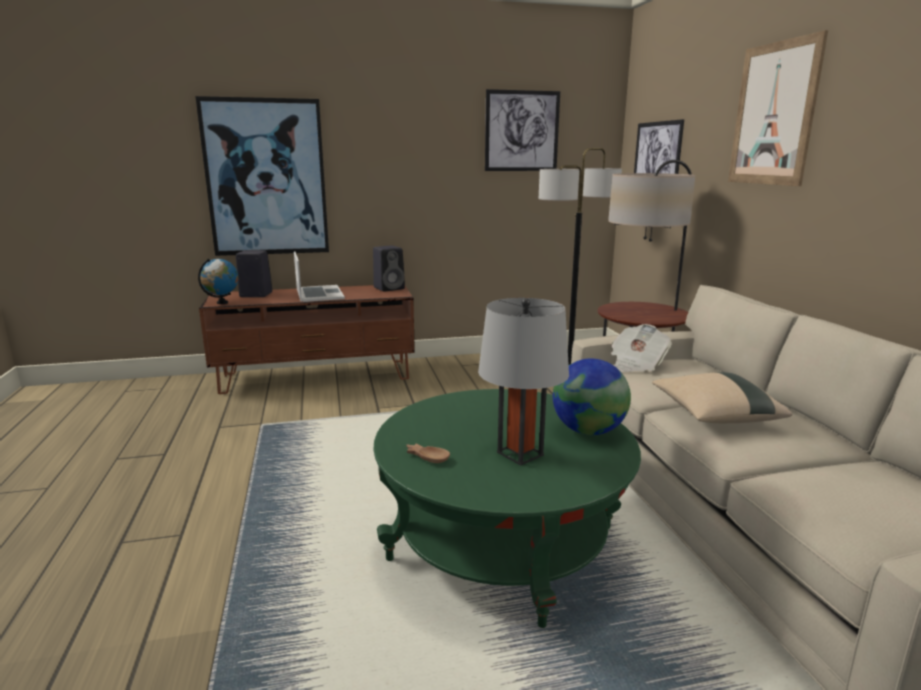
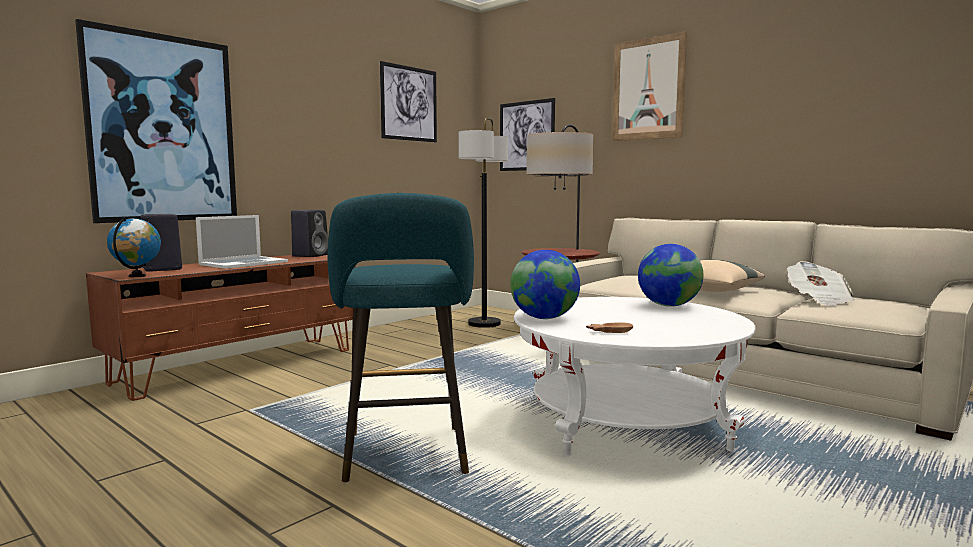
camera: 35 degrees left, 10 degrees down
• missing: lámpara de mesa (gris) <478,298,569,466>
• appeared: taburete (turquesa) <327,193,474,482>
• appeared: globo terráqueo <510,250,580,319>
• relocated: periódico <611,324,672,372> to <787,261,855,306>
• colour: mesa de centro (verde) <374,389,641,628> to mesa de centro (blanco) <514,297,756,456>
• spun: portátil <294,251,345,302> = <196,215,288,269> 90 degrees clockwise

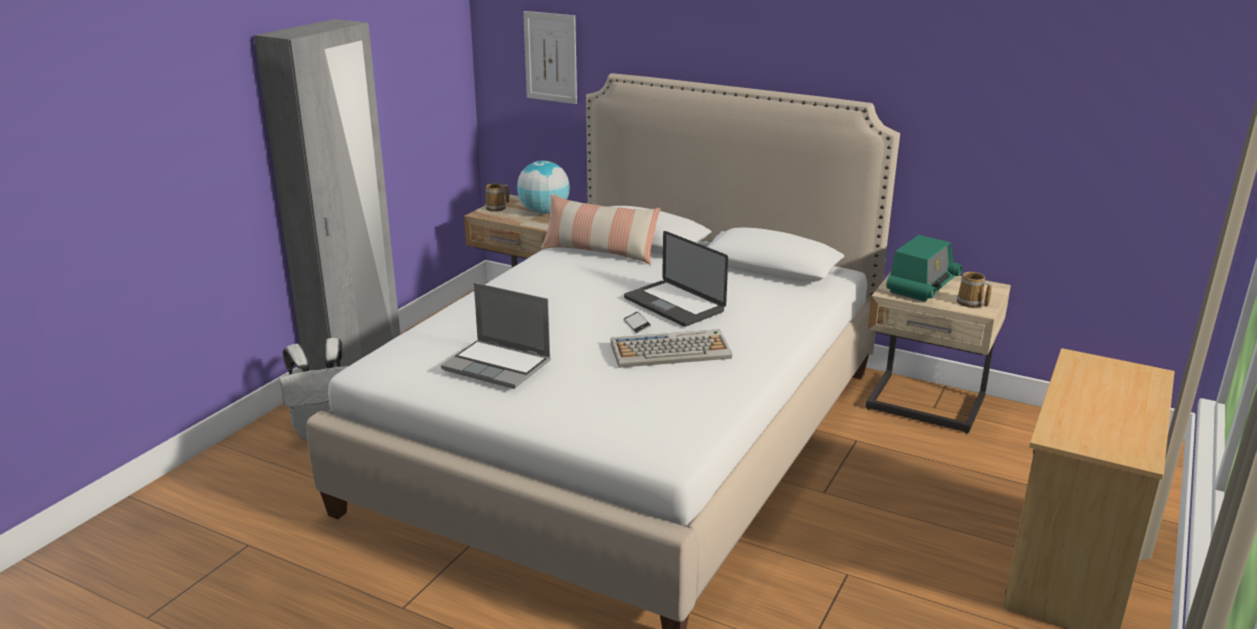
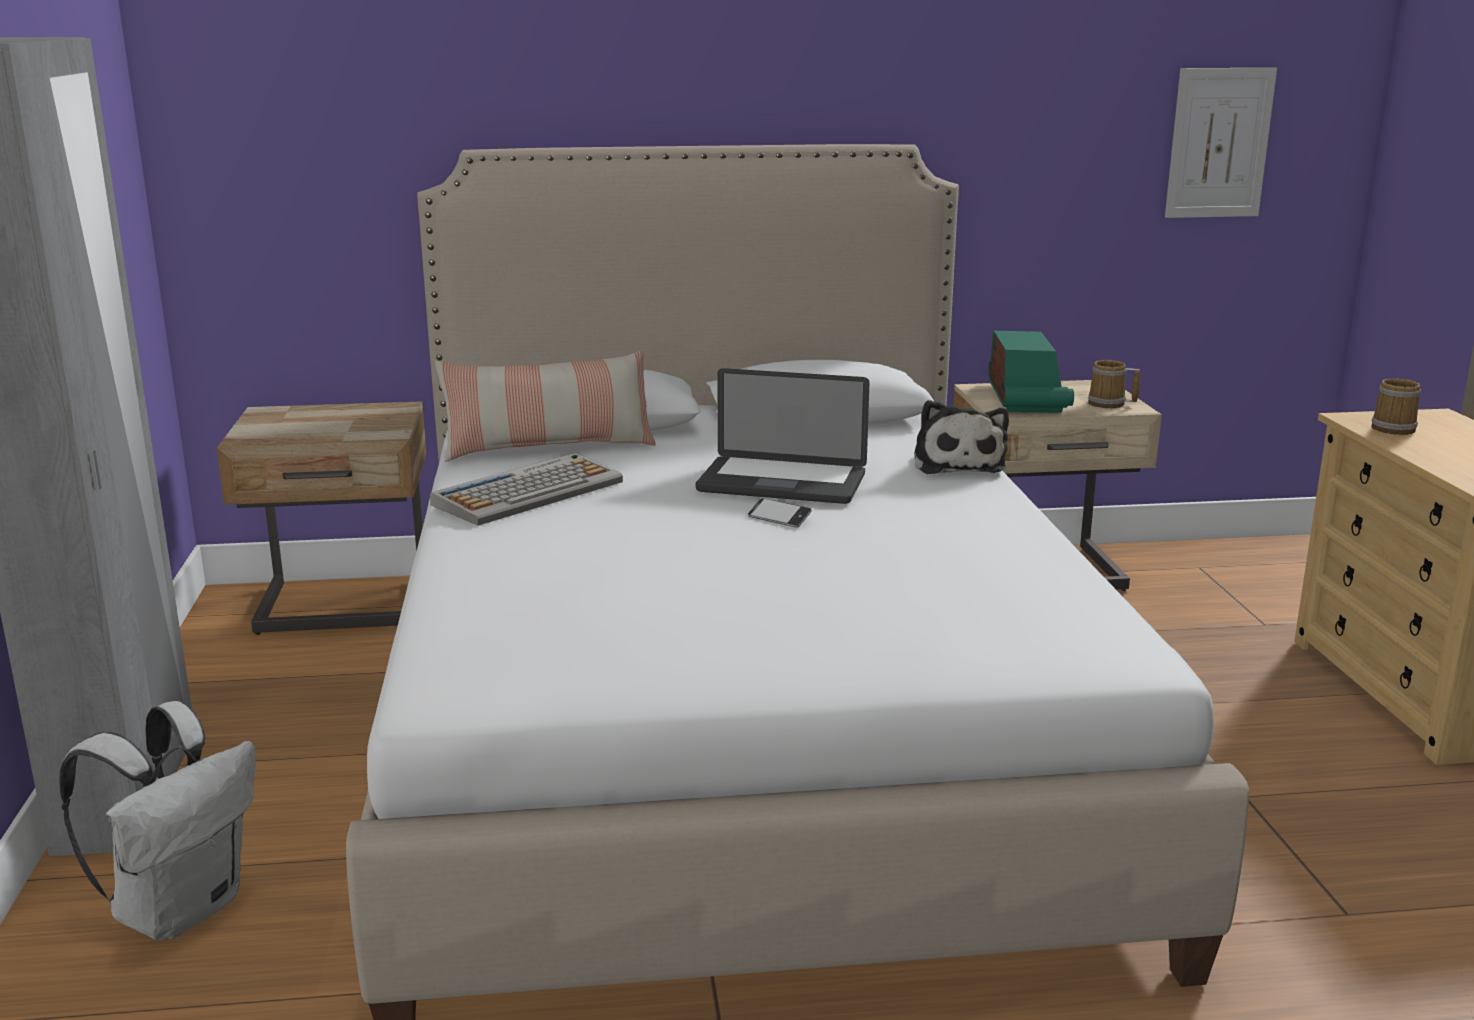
camera: 35 degrees left, 5 degrees down
• missing: portátil <441,283,551,389>
• missing: globo terráqueo <517,160,570,214>
• appeared: peluche <914,400,1009,474>
• relocated: taza grande <485,183,509,212> to <1372,378,1421,435>
• relocated: cuadro <523,11,577,104> to <1165,68,1277,218>
• relocated: teclado <611,329,732,368> to <430,453,623,526>

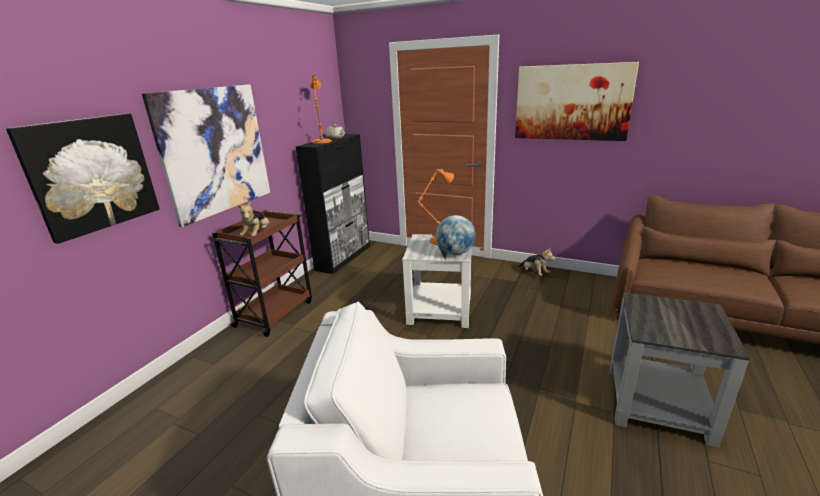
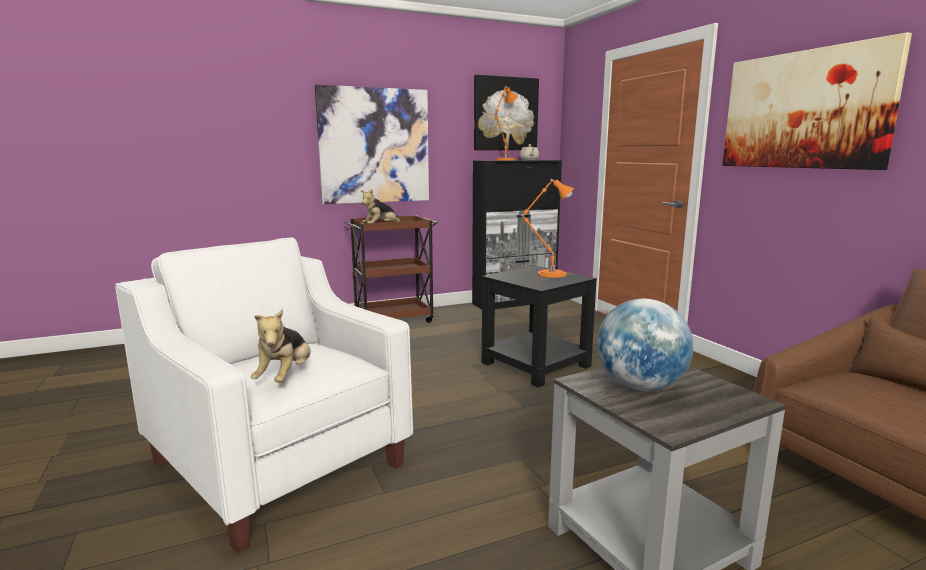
camera: 40 degrees right, 10 degrees down
• relocated: cuadro <6,113,160,244> to <474,75,539,150>
• relocated: globo terráqueo <436,215,476,255> to <597,299,693,391>
• relocated: peluche <517,248,555,275> to <251,309,311,383>
• colour: mesa auxiliar (blanco) <402,234,471,328> to mesa auxiliar (negro) <482,266,597,388>

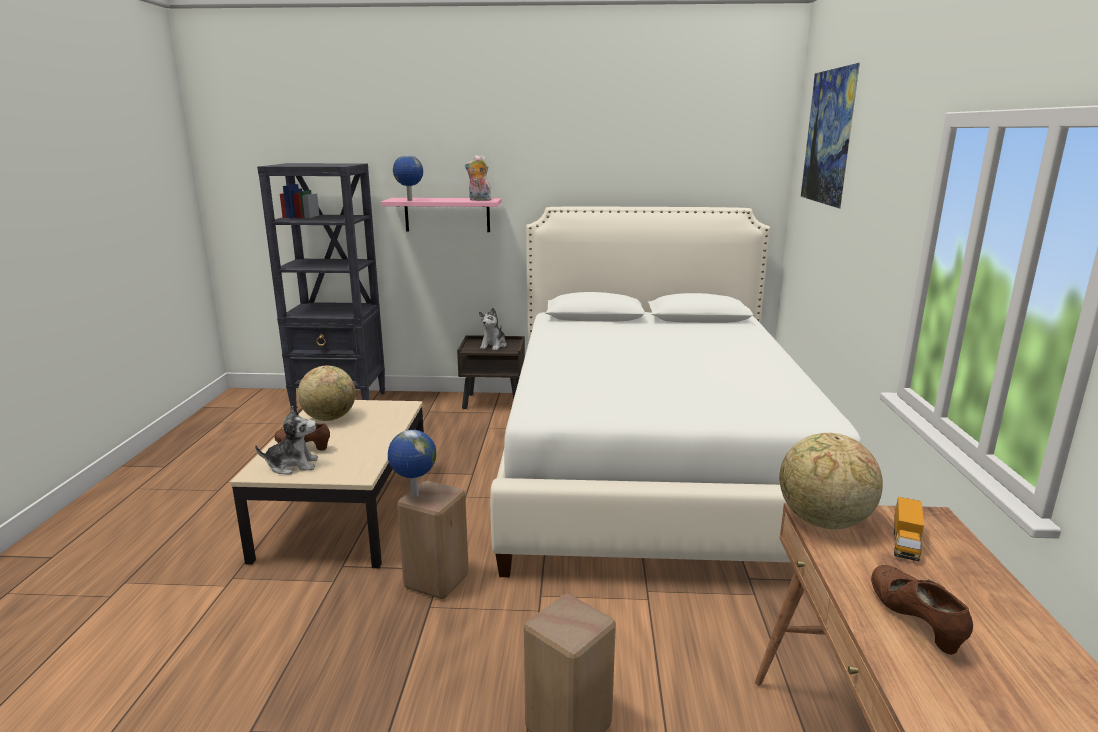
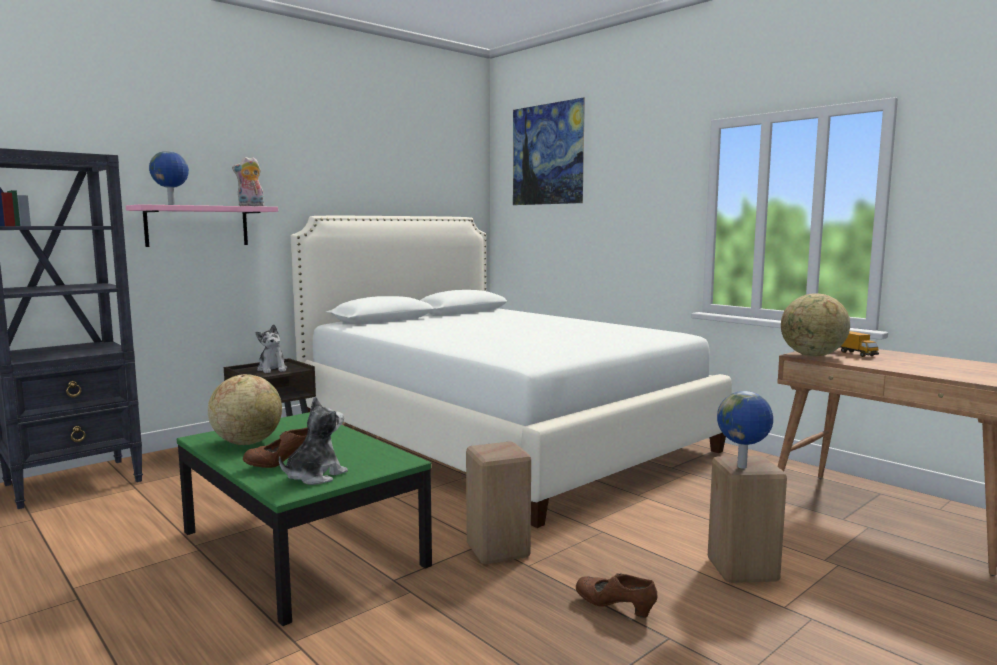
camera: 45 degrees left, 10 degrees down
• relocated: globo terráqueo <388,430,436,497> to <717,391,773,469>
• relocated: zapato (marrón) <871,565,973,655> to <576,573,657,618>
• colour: mesa de centro (beis) <230,400,424,568> to mesa de centro (verde) <177,412,432,626>

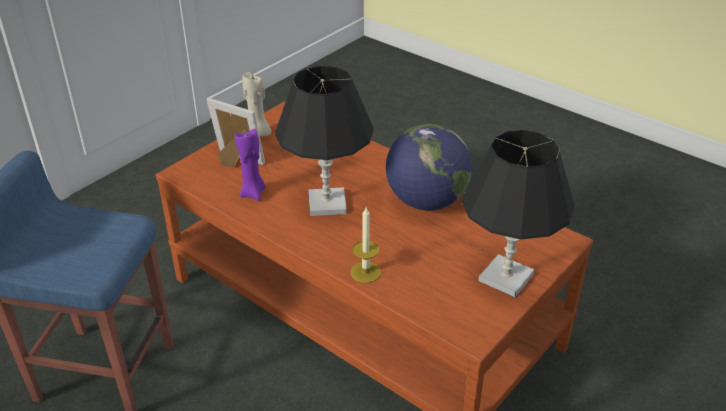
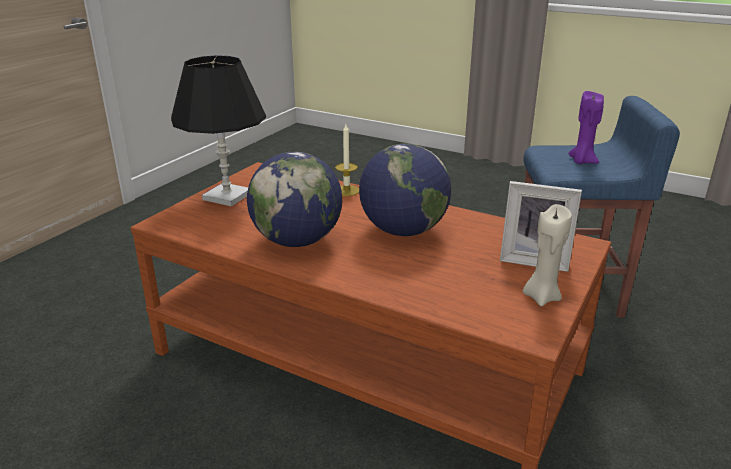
camera: 170 degrees right, 10 degrees down
• relocated: vela (morado) <235,129,266,201> to <568,91,604,164>
• exchanged: lámpara de mesa (negro) <275,66,374,216> to globo terráqueo <359,144,451,236>

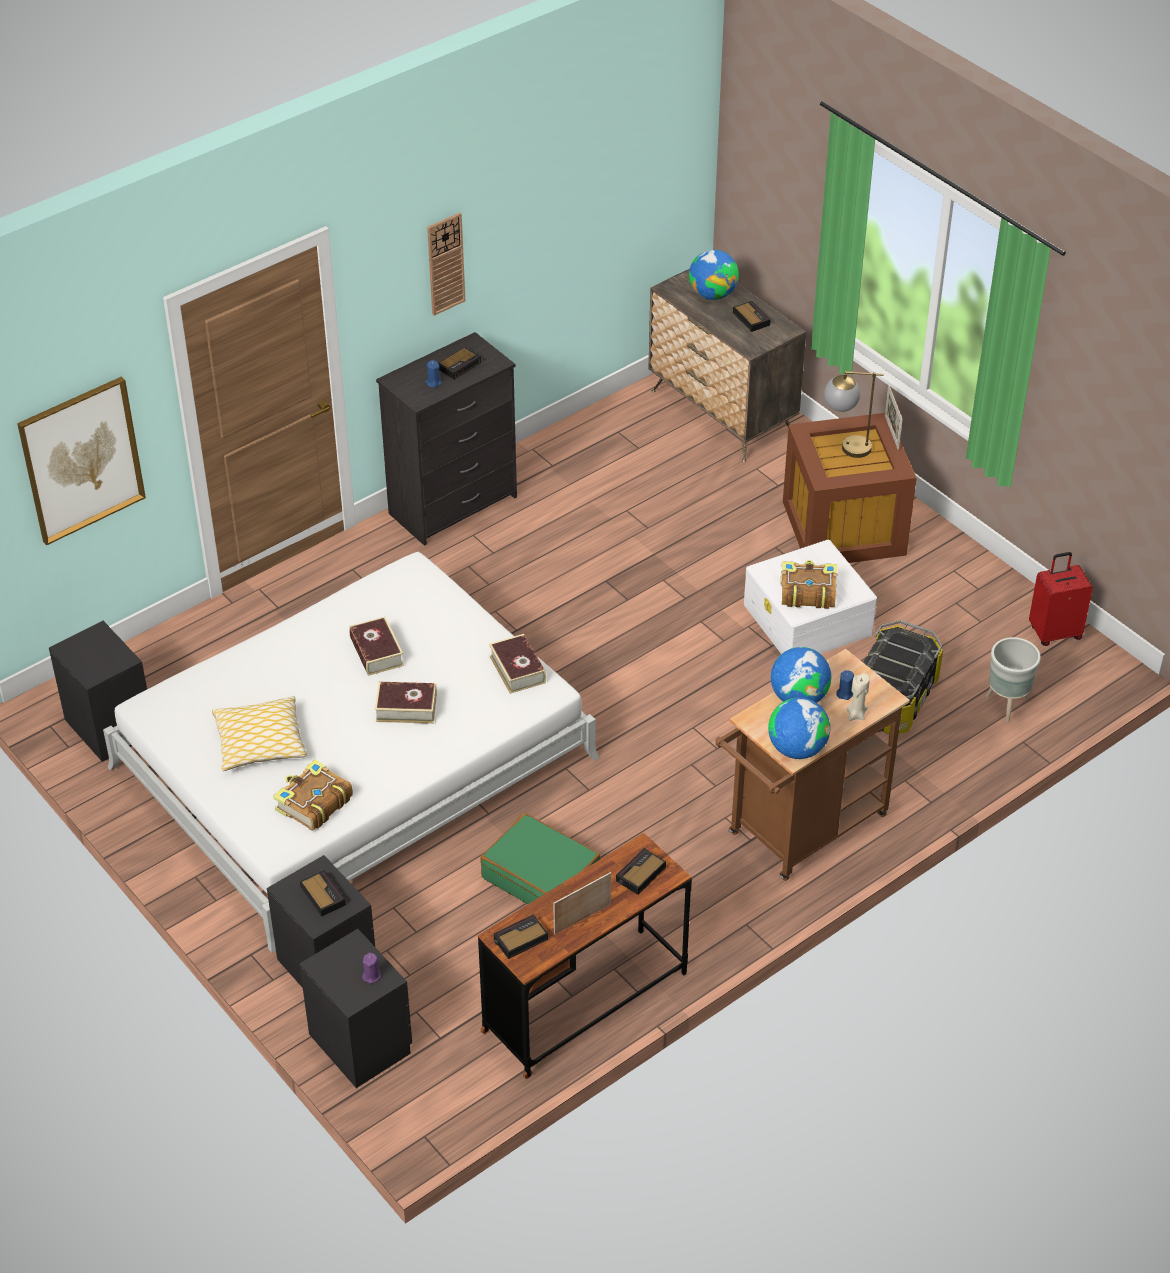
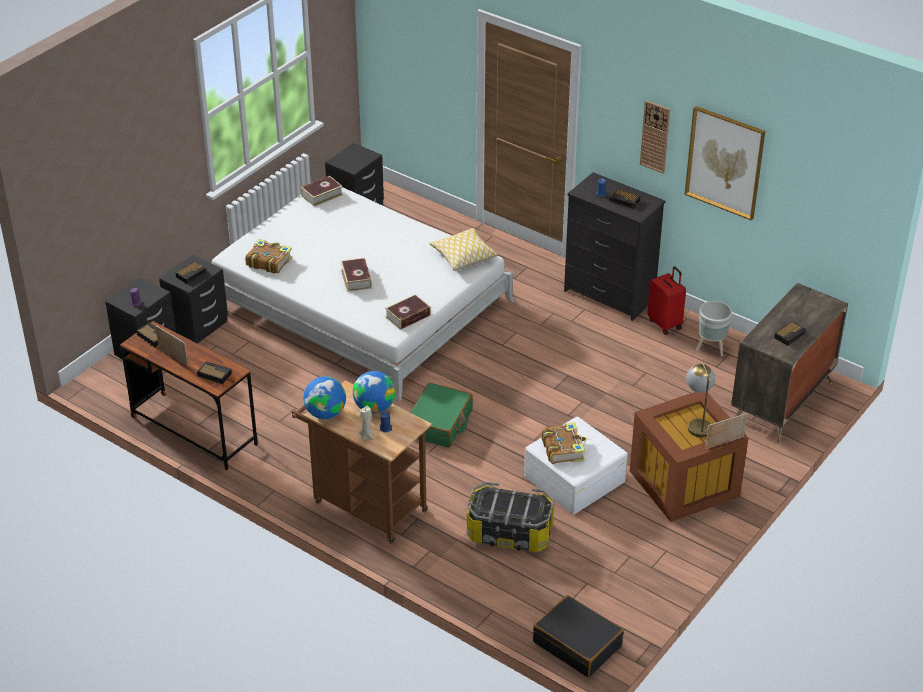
camera: 75 degrees right, 5 degrees down
• missing: globo terráqueo <689,250,739,300>
• appeared: maleta (negro) <533,595,624,677>
• relocated: cuadro <17,376,146,545> to <685,106,765,220>
• relocated: cojín <212,696,307,771> to <429,228,498,271>
• relocated: libro <349,617,404,676> to <301,176,343,207>
• relocated: maleta (verde) <480,813,600,904> to <410,383,473,448>
• relocated: maceta (gris) <986,637,1041,722> to <696,301,732,357>
• relocated: maleta (rojo) <1029,552,1093,646> to <647,266,686,335>

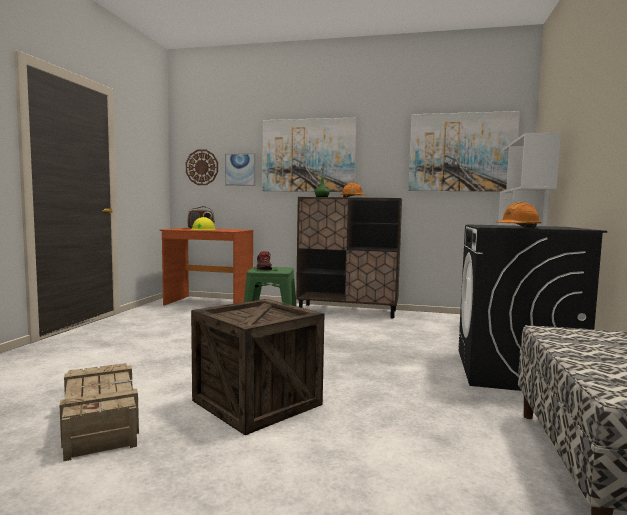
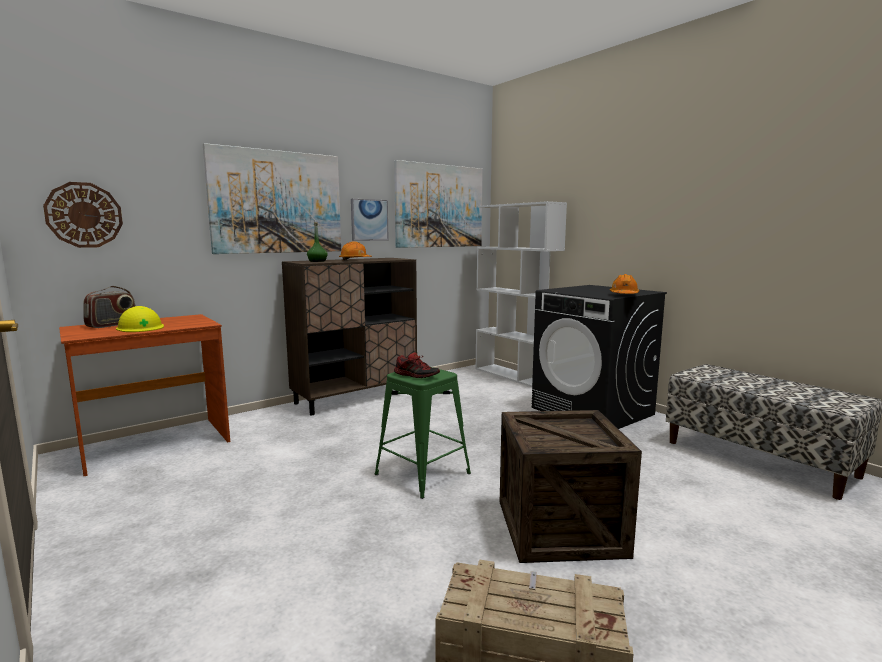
camera: 50 degrees left, 5 degrees up
• relocated: cuadro <225,153,256,186> to <351,199,389,241>

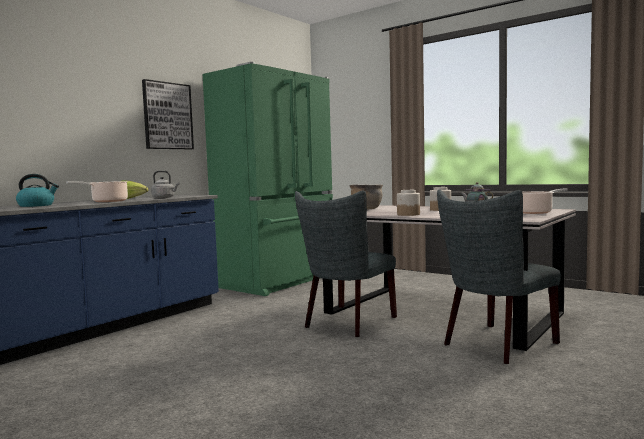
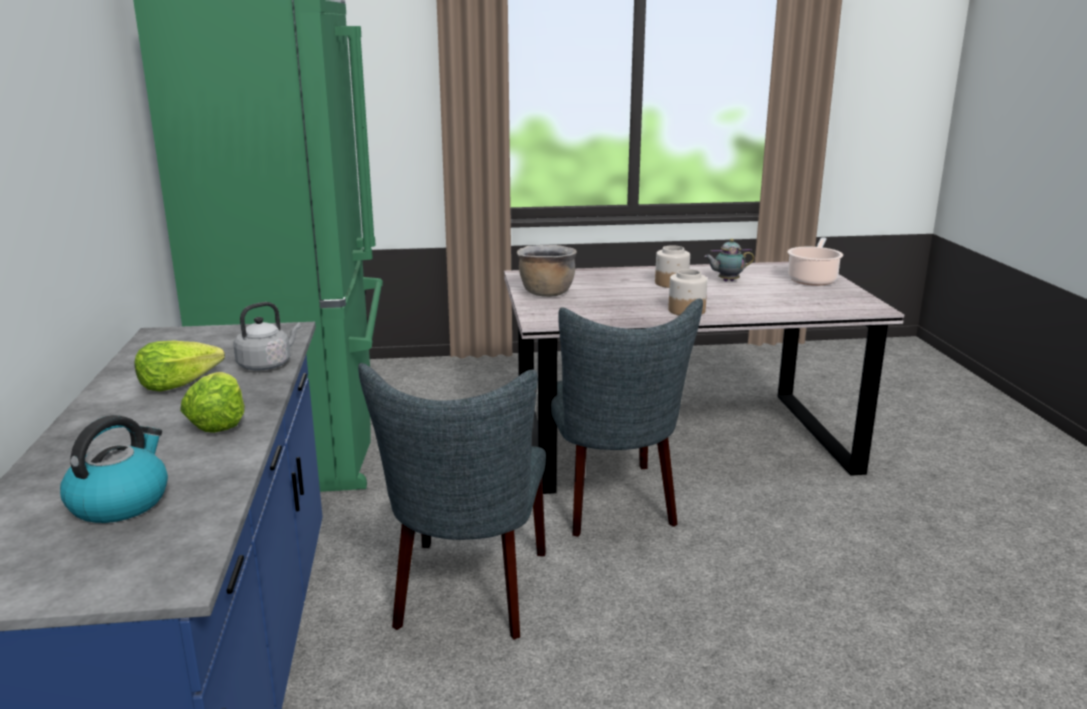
camera: 45 degrees left, 15 degrees up
• missing: cuadro <142,79,194,149>
• relocated: silla (gris) <437,189,561,364> to <358,363,546,640>
• exchanged: olla <66,181,129,202> to lechuga <180,372,245,433>

